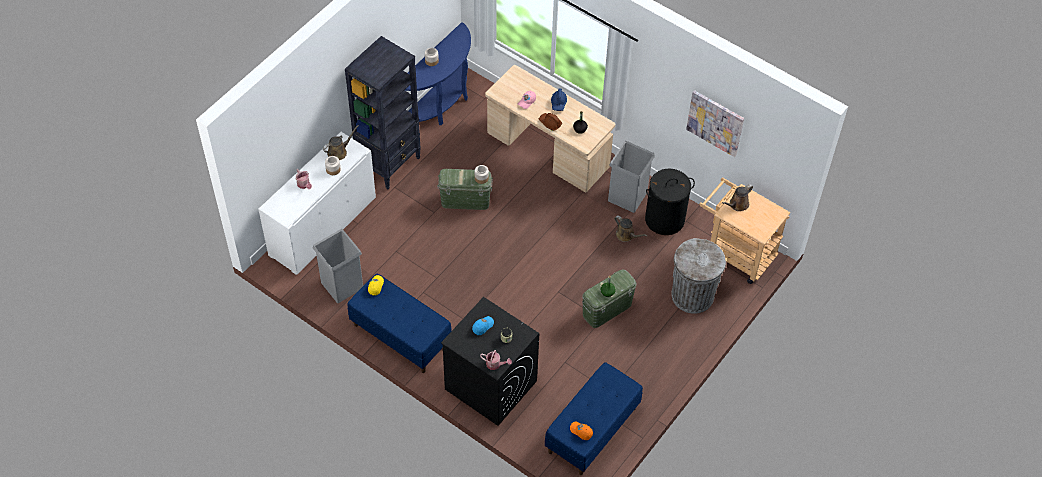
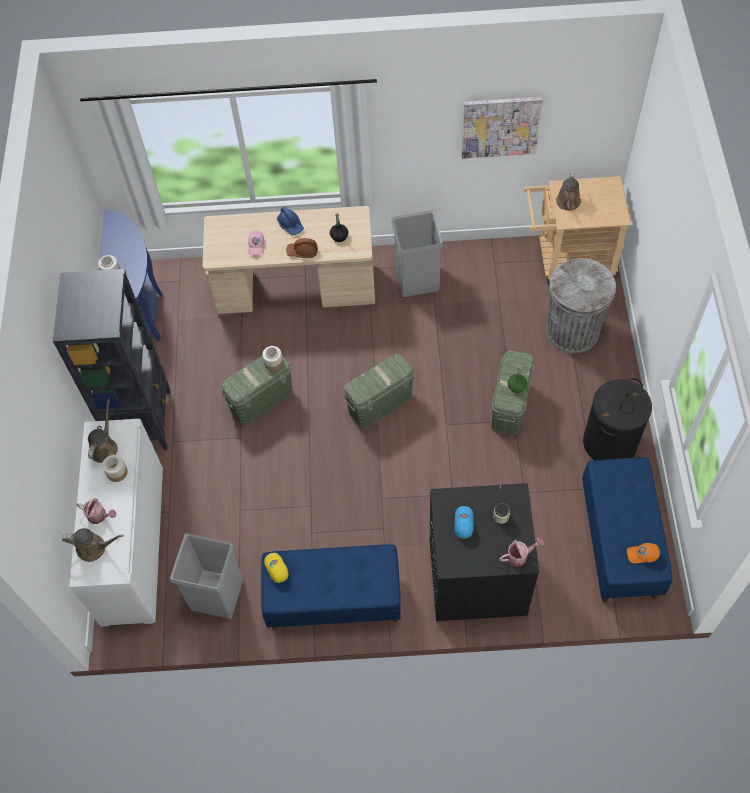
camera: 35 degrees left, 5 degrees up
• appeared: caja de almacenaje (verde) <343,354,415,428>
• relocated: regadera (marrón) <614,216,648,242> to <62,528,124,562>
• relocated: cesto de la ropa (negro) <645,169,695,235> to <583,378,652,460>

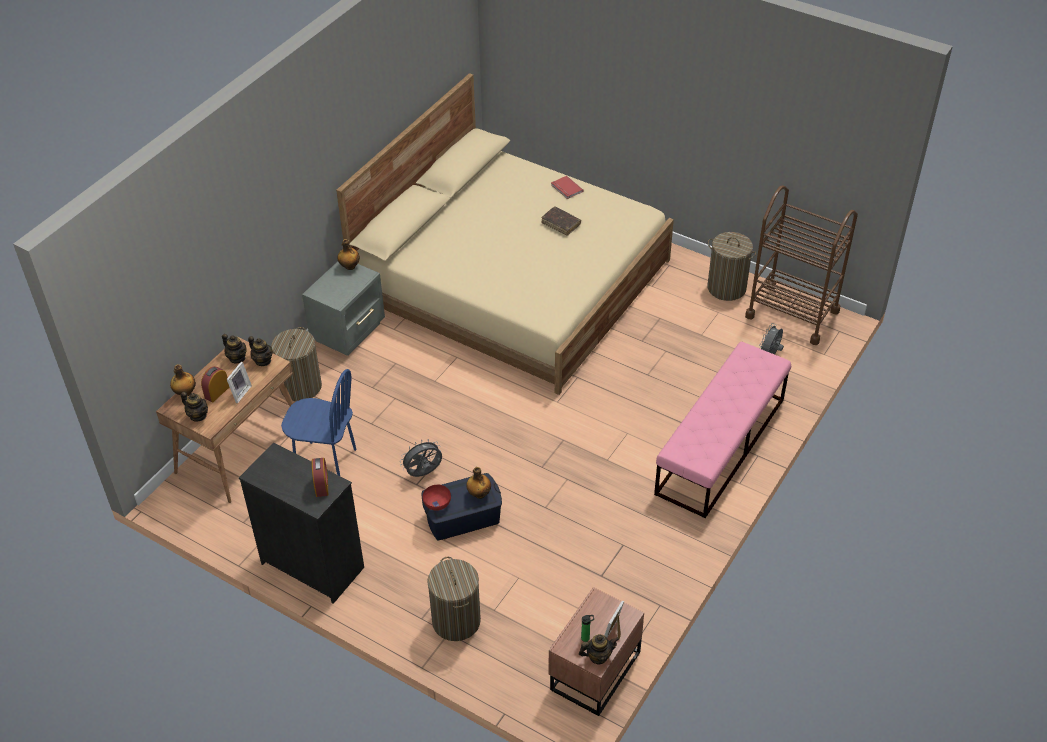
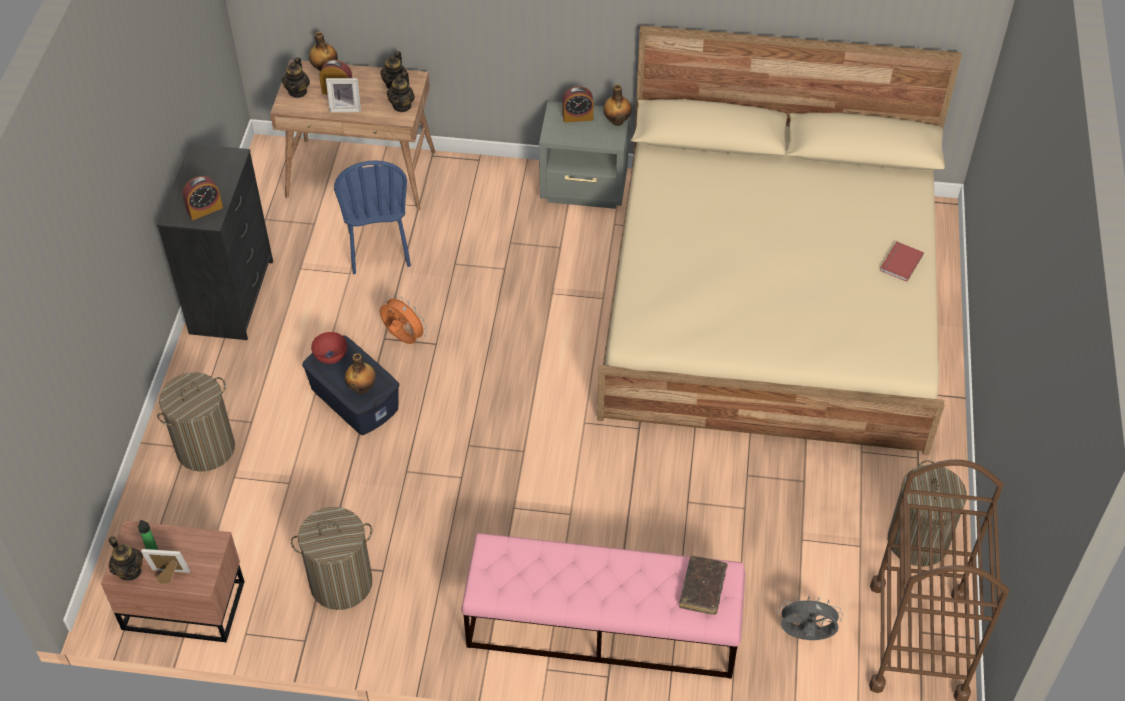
camera: 65 degrees right, 5 degrees up
• appeared: despertador <563,86,594,123>
• relocated: cesto de la ropa <271,327,322,401> to <291,507,372,610>
• relocated: libro (marrón) <541,206,581,236> to <679,556,728,615>
• colour: ventilador (gris) <400,439,442,477> to ventilador (naranja) <380,294,428,344>

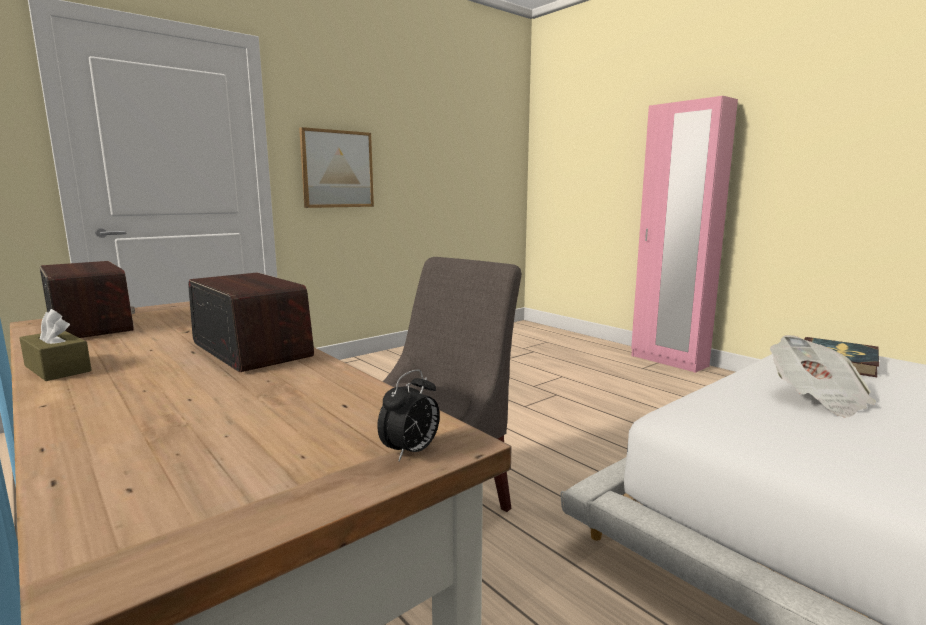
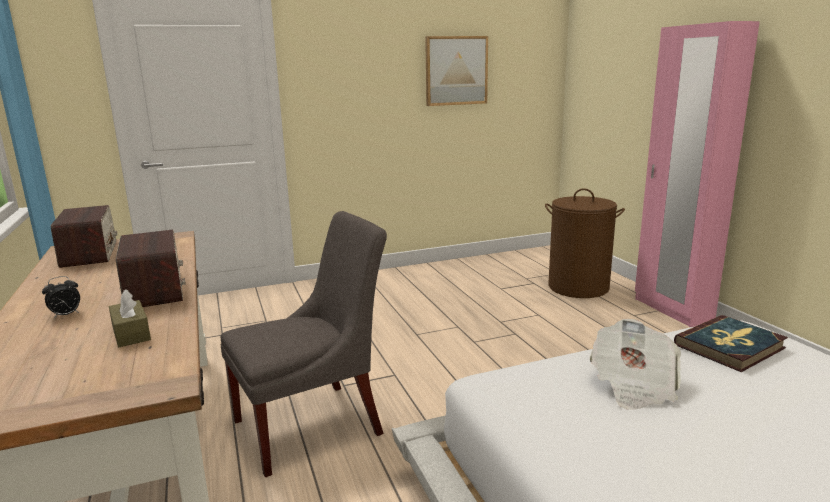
camera: 20 degrees right, 5 degrees up
• appeared: cesto de la ropa (marrón) <545,188,625,298>
• relocated: caja de pañuelos (marrón) <19,309,92,381> to <109,289,151,347>
• relocated: cuadro <299,127,374,208> to <425,36,488,106>
• relocated: despertador <378,369,440,461> to <42,276,80,319>

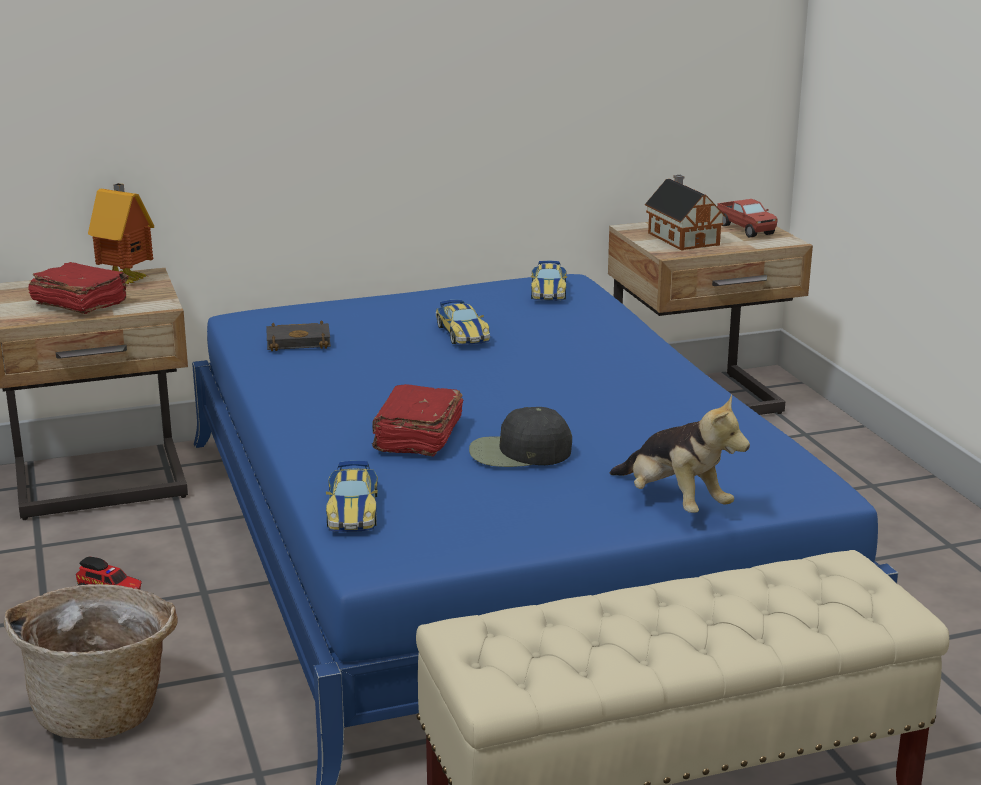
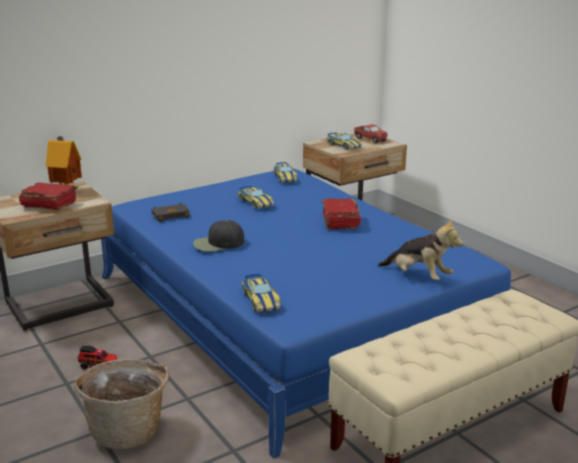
camera: 15 degrees left, 0 degrees up
• relocated: libro (rojo) <372,384,463,456> to <322,199,361,230>
• relocated: gorra (negro) <469,407,572,467> to <193,220,244,251>
• exchanged: casita <645,175,726,251> to coche de juguete <326,132,362,150>

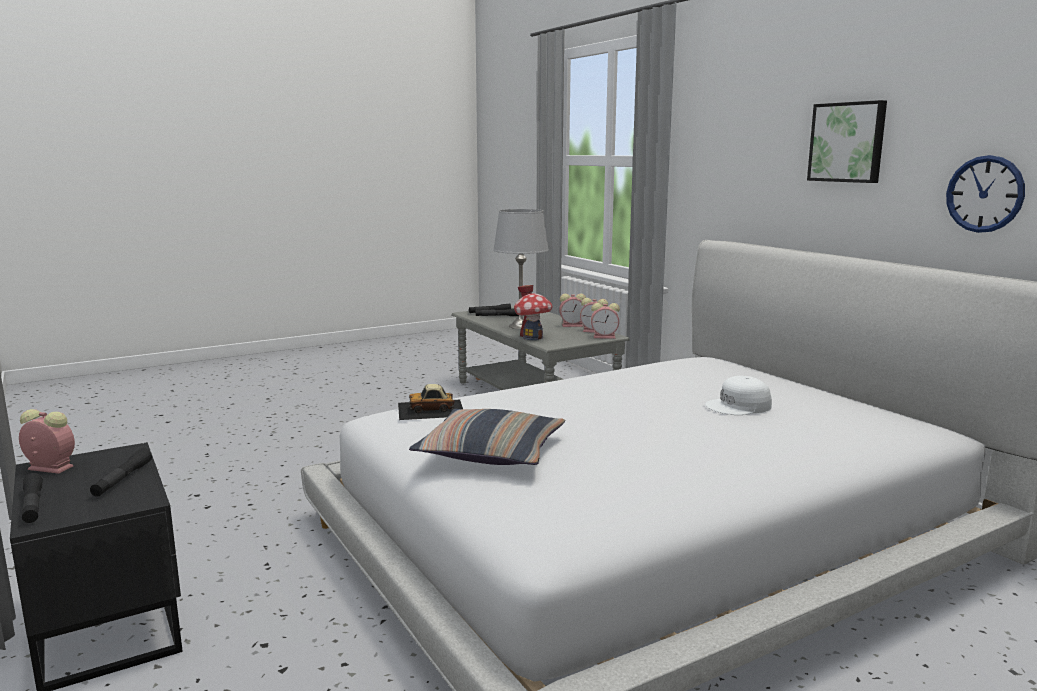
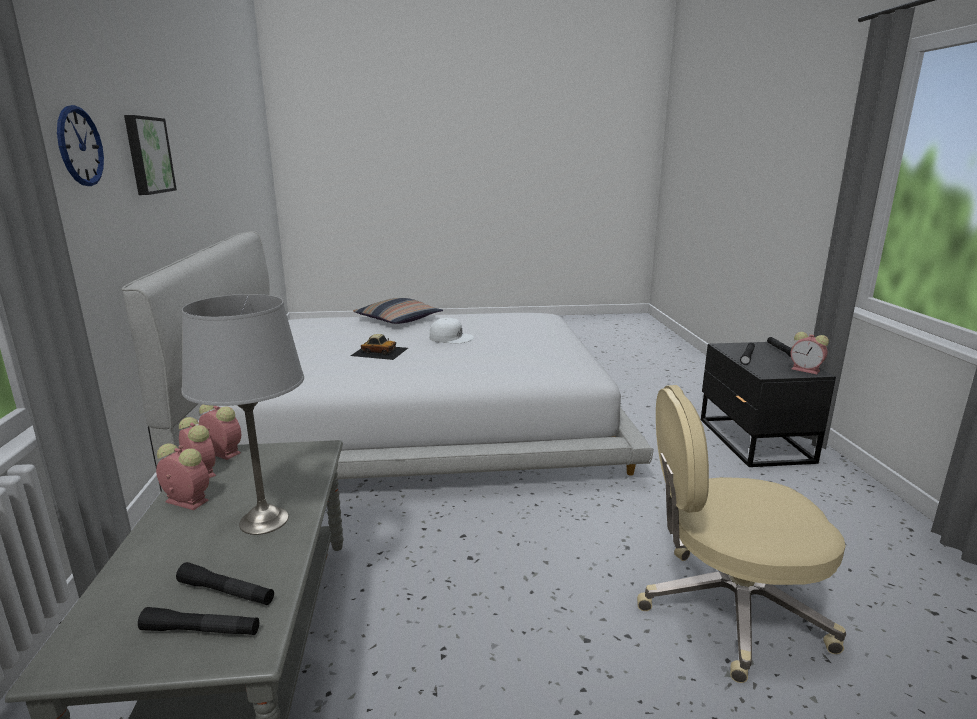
camera: 155 degrees left, 5 degrees up
• missing: casita <514,285,552,340>
• appeared: silla de oficina (beis) <637,385,846,683>
• relocated: coche de juguete <398,384,463,420> to <351,334,408,360>
• relocated: cojín <409,409,565,465> to <353,298,443,324>
• relocated: gorra (blanco) <705,376,772,415> to <430,318,474,344>
• relocated: reloj de pared <946,155,1025,233> to <57,105,104,186>

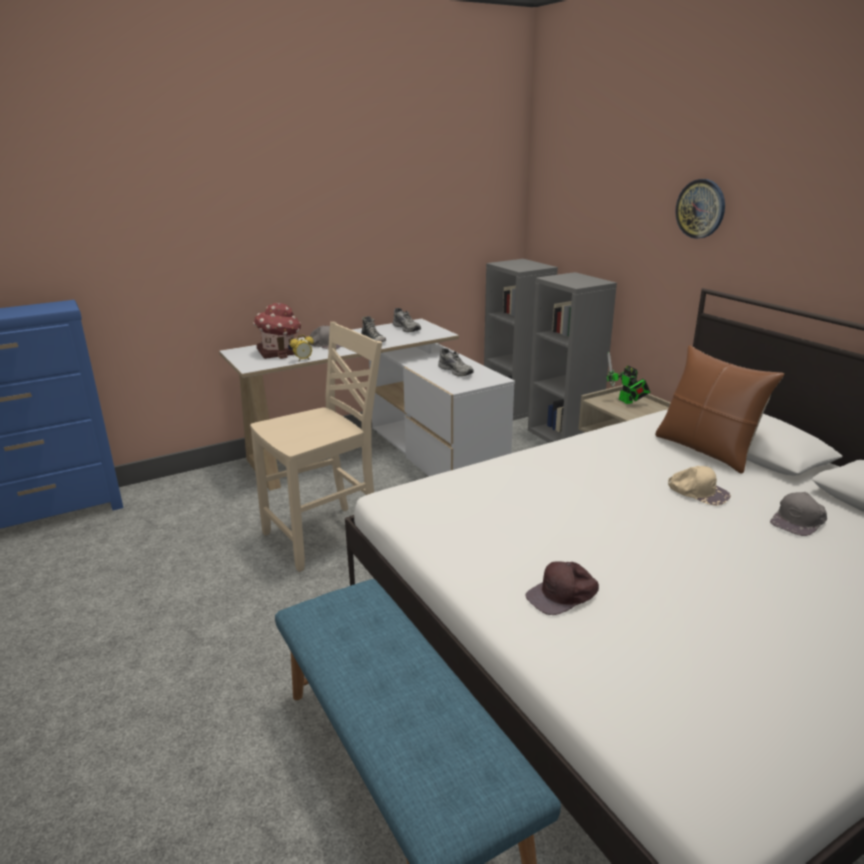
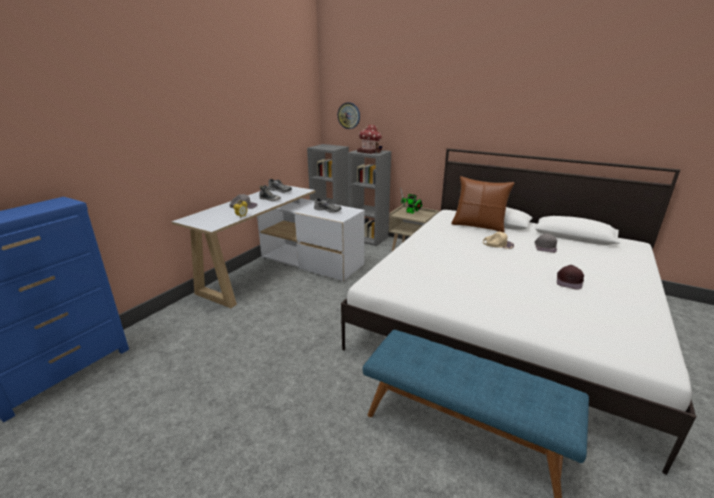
camera: 30 degrees left, 0 degrees up
• missing: silla (beis) <250,322,382,572>
• relocated: casita <253,303,301,359> to <357,124,382,154>
• relocated: gorra (marrón) <525,561,599,615> to <557,265,584,290>
• relocated: reloj de pared <675,179,725,239> to <338,102,360,129>

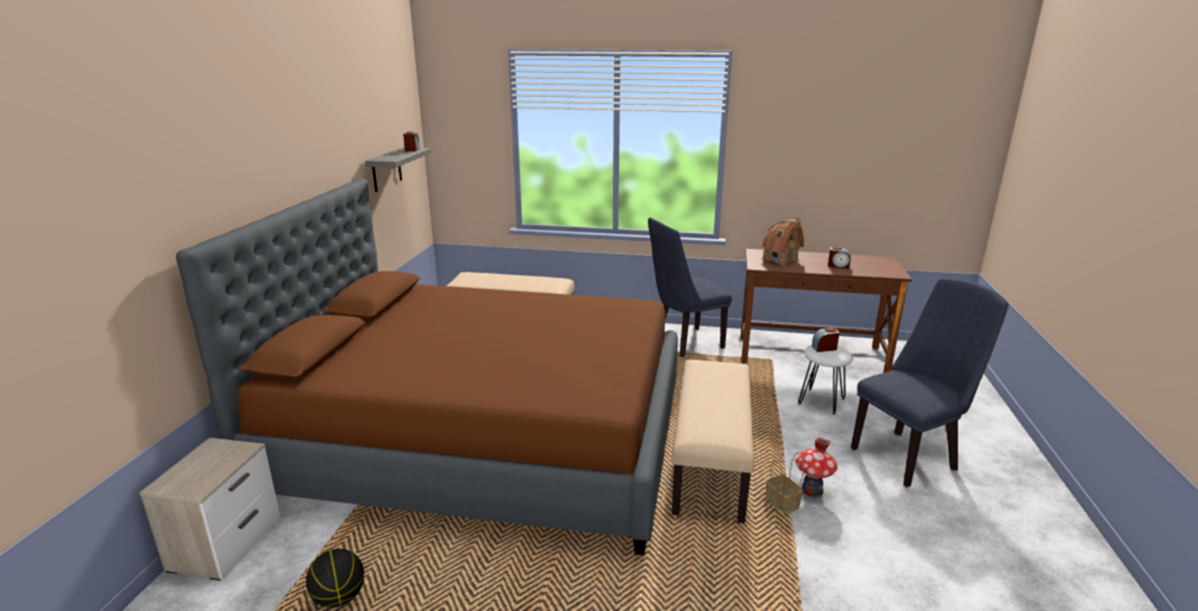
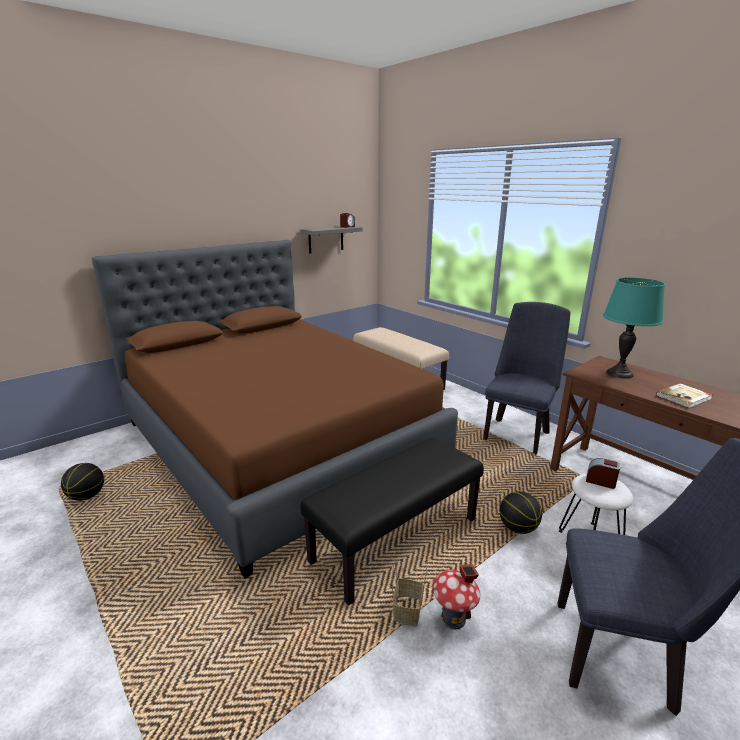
camera: 40 degrees right, 0 degrees up
• missing: mesita de noche <139,438,280,581>
• appeared: balón de baloncesto <500,491,542,534>
• exchanged: casita <761,217,804,265> to lámpara de mesa (turquesa) <603,278,665,379>
• exchanged: despertador <828,247,851,269> to libro <656,383,713,408>
• colour: banco (beis) <671,360,754,523> to banco (negro) <301,437,484,606>
• spun: silla (azul) <648,217,732,357> = <483,302,570,455> 105 degrees clockwise

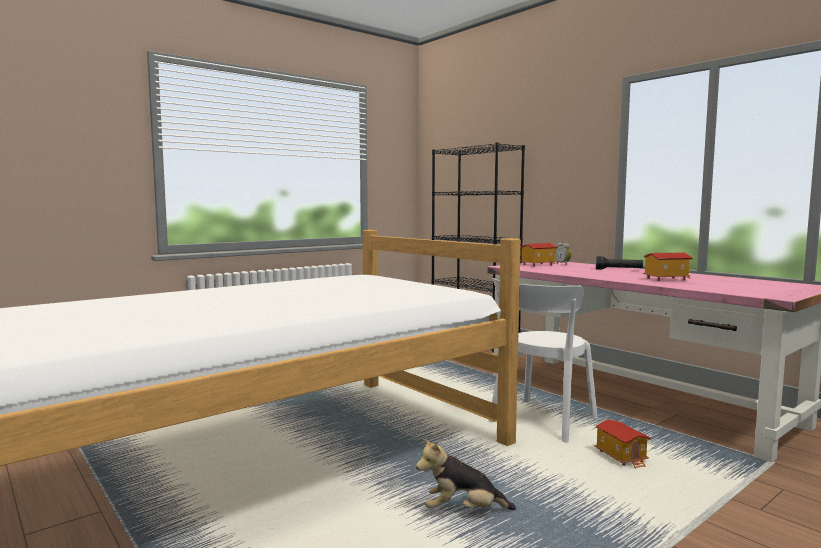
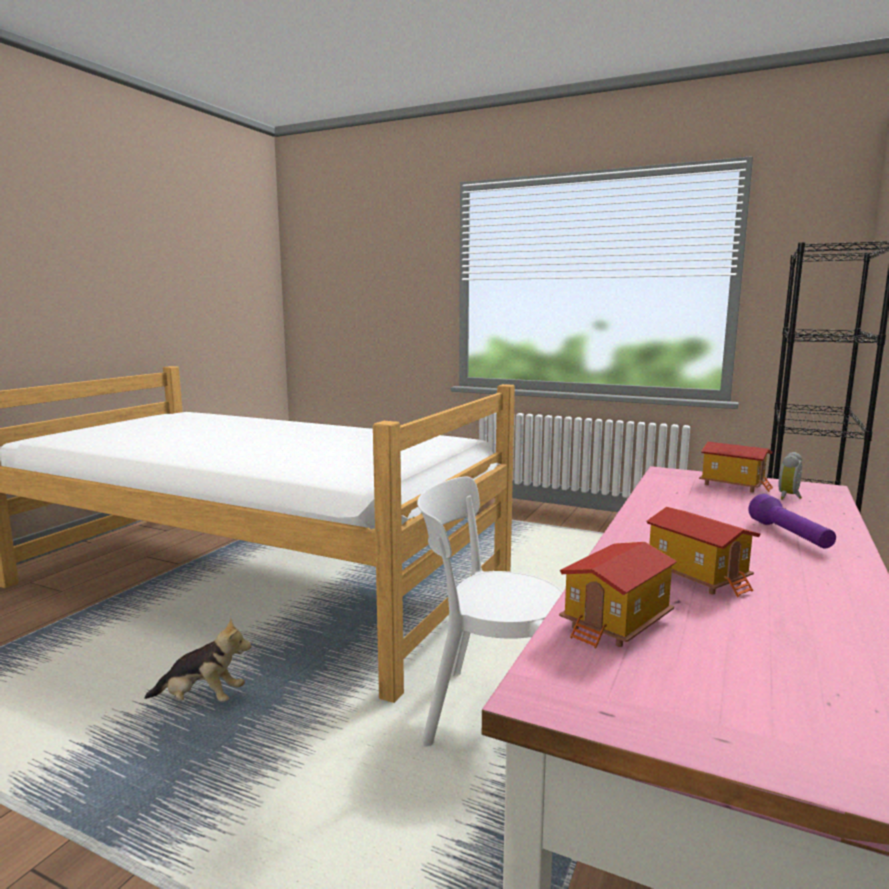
camera: 65 degrees right, 5 degrees up
• relocated: casita <594,419,651,469> to <559,542,677,649>
• colour: linterna (negro) <596,256,643,270> to linterna (morado) <749,494,836,549>
• spun: peluche <416,438,516,510> = <144,617,252,702> 120 degrees clockwise

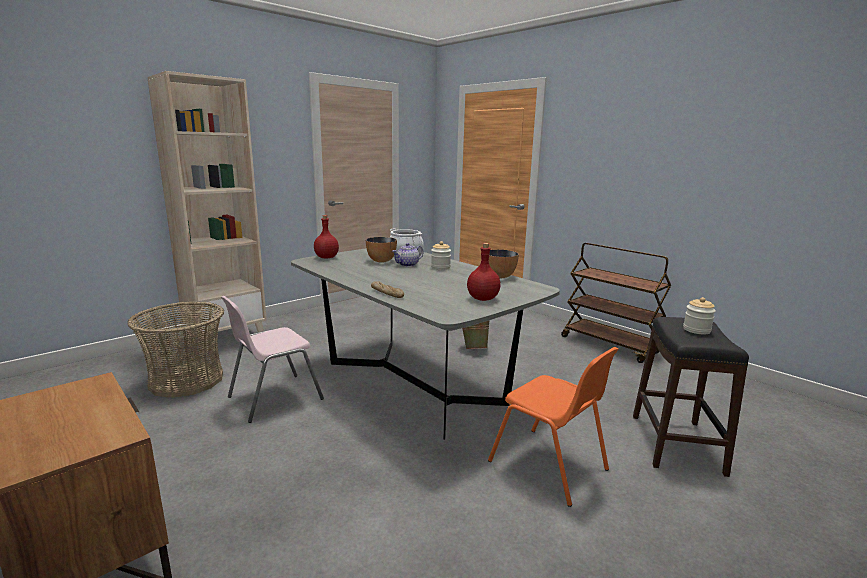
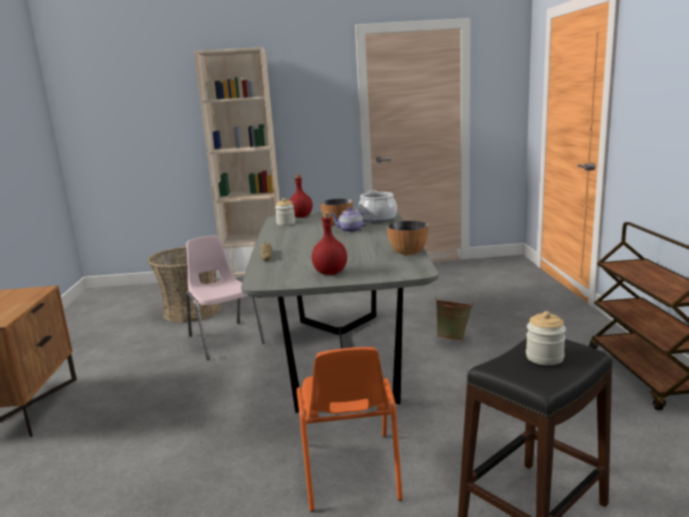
camera: 40 degrees right, 0 degrees up
• relocated: tarro <431,241,451,270> to <275,198,295,226>
• spun: silla (rosa) <221,296,324,423> = <186,236,265,360> 60 degrees clockwise

